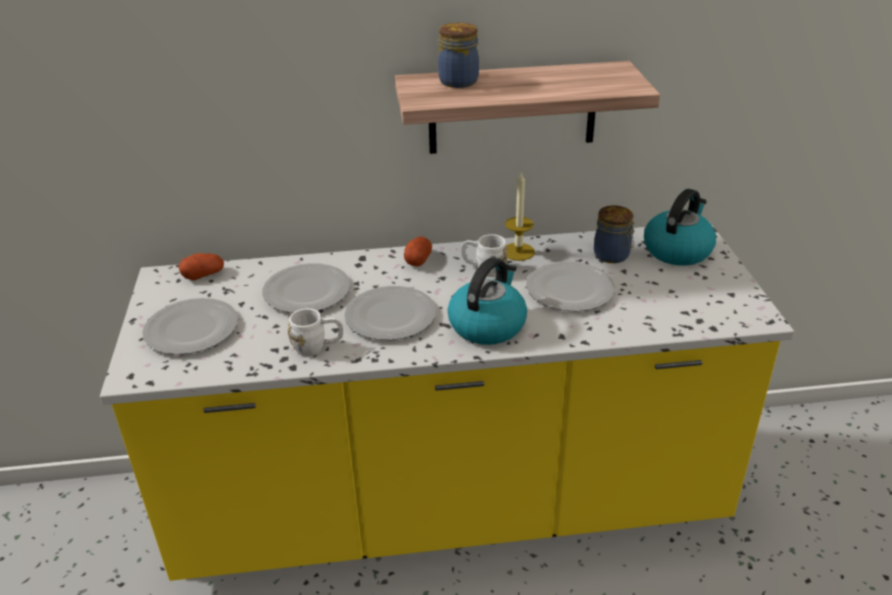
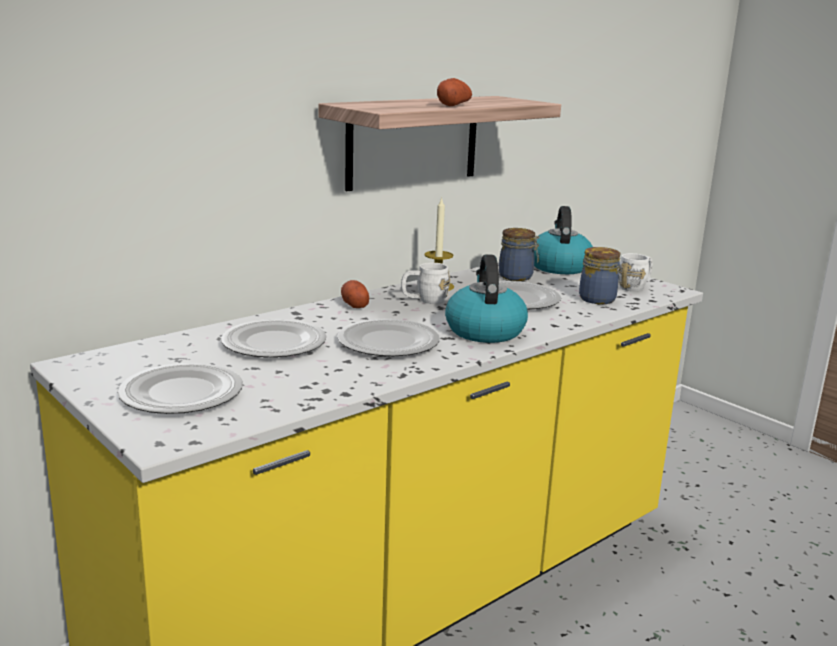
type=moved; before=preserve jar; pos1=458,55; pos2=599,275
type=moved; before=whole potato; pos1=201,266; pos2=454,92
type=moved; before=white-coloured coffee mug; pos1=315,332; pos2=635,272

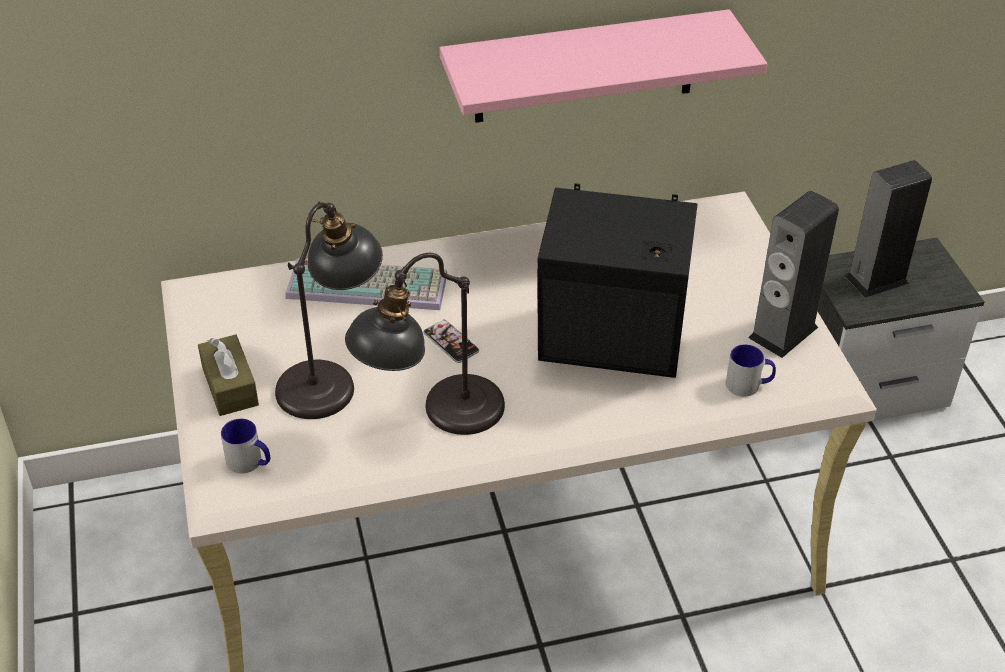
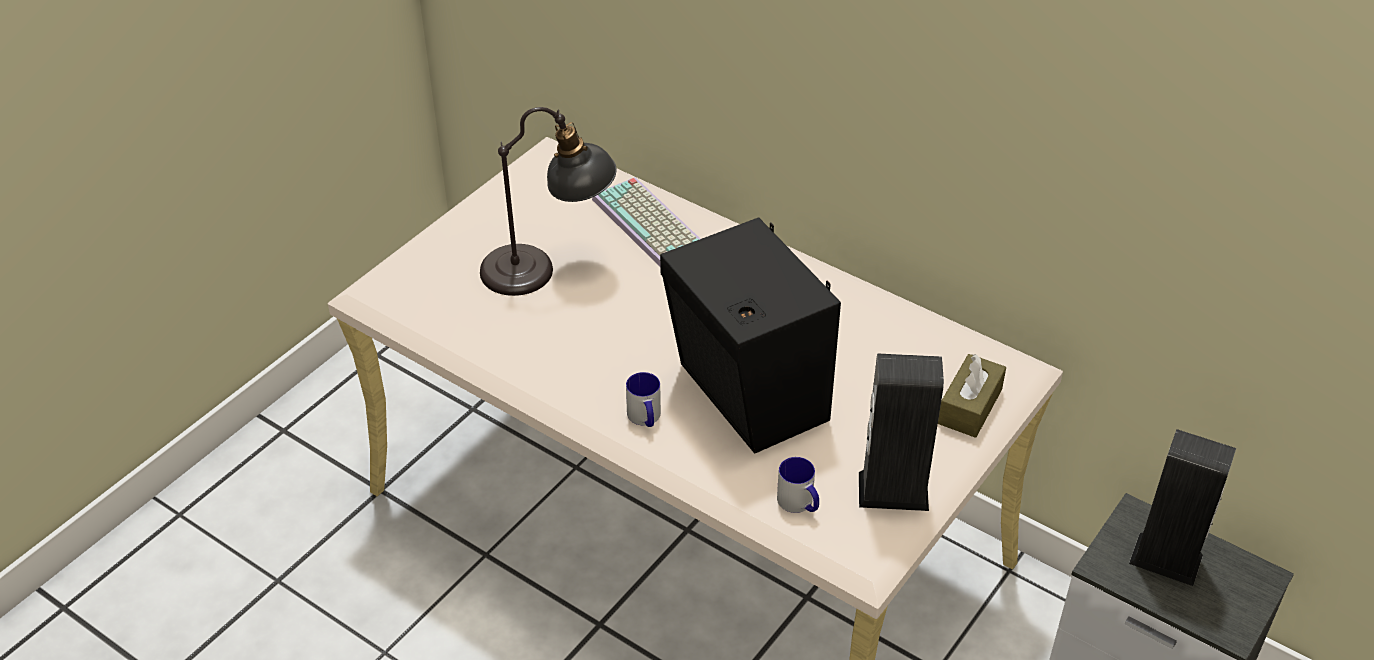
type=removed; before=pink wall shelf; pos1=603,66
type=removed; before=grey table lamp; pos1=425,344
type=removed; before=phone; pos1=451,341
type=moved; before=brown-coloured tissue box; pos1=228,375; pos2=972,396
type=moved; before=coffee mug; pos1=245,446; pos2=643,399

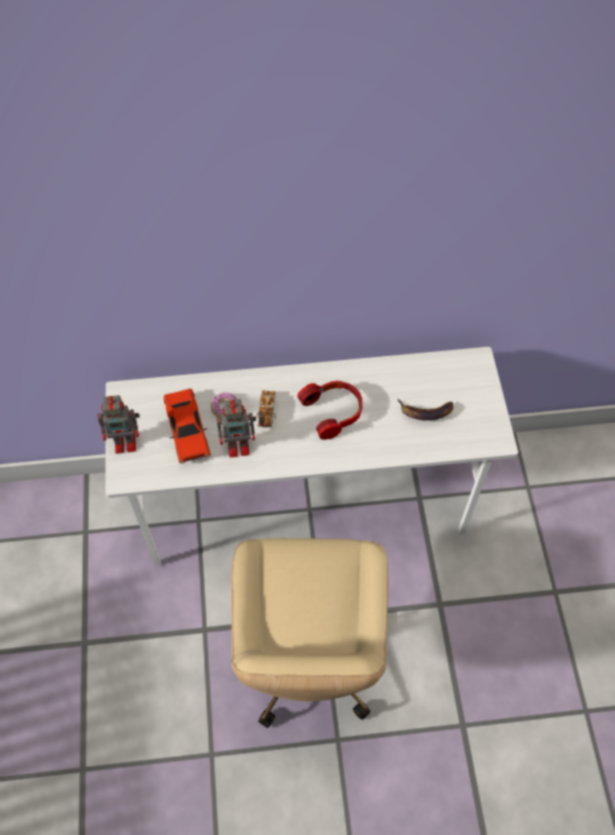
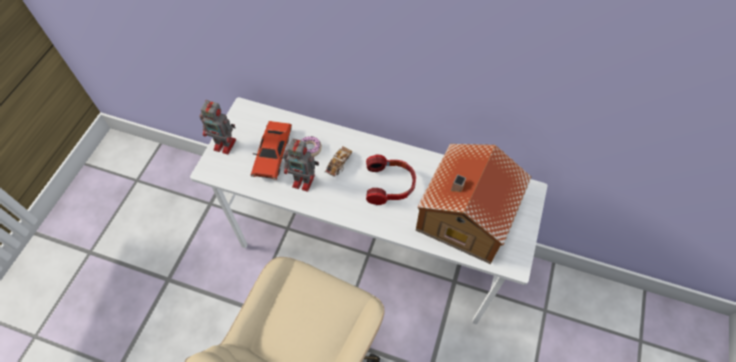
type=replaced; before=whole banana; after=toy house; pos1=426,410; pos2=473,204

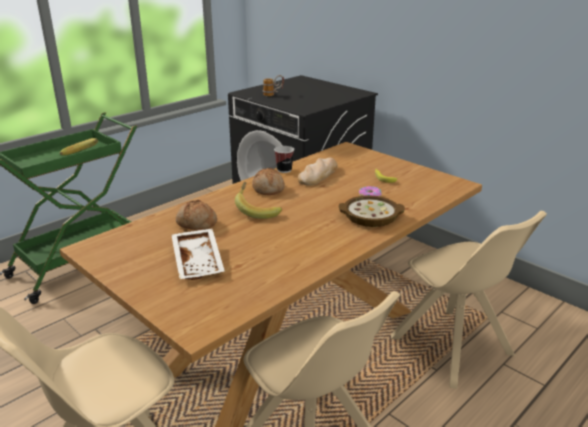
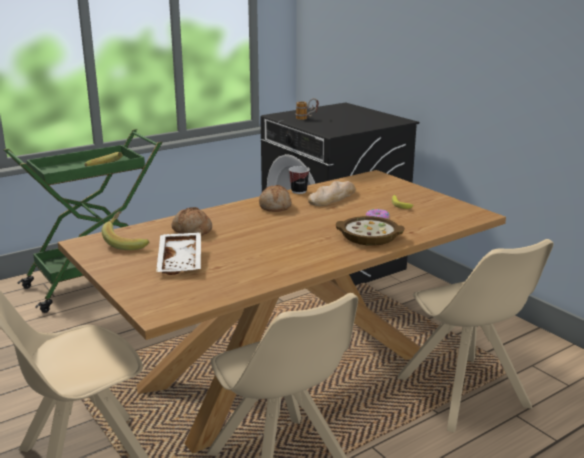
type=moved; before=whole banana; pos1=258,200; pos2=125,230

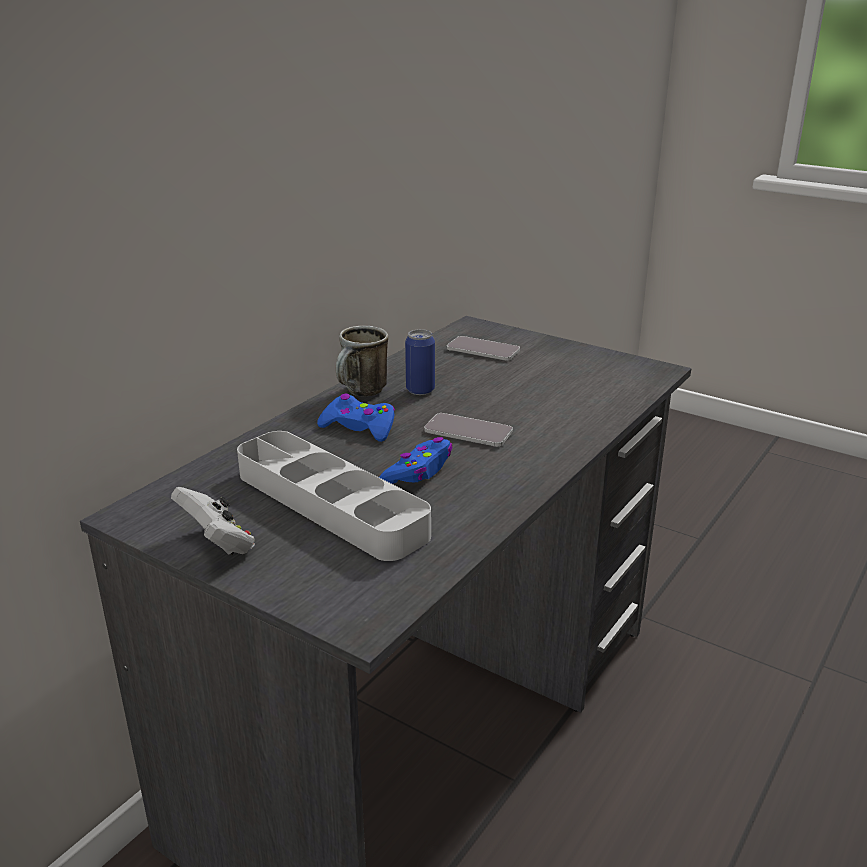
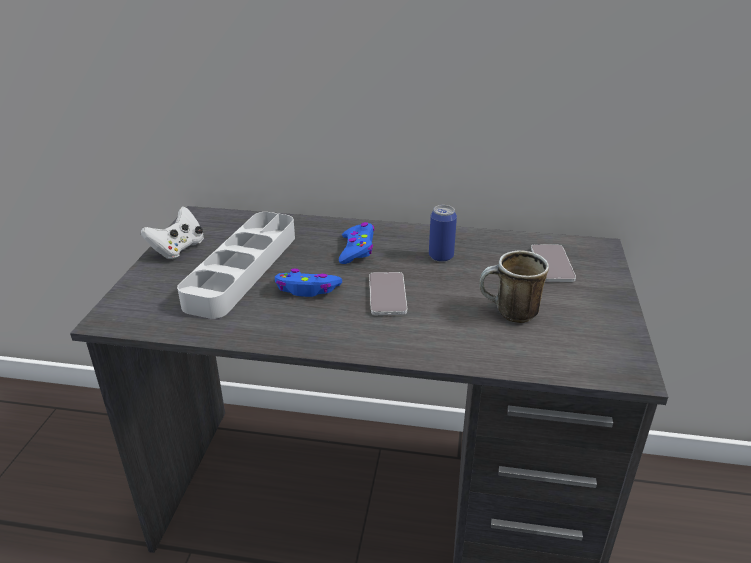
type=moved; before=coffee mug; pos1=361,361; pos2=514,286

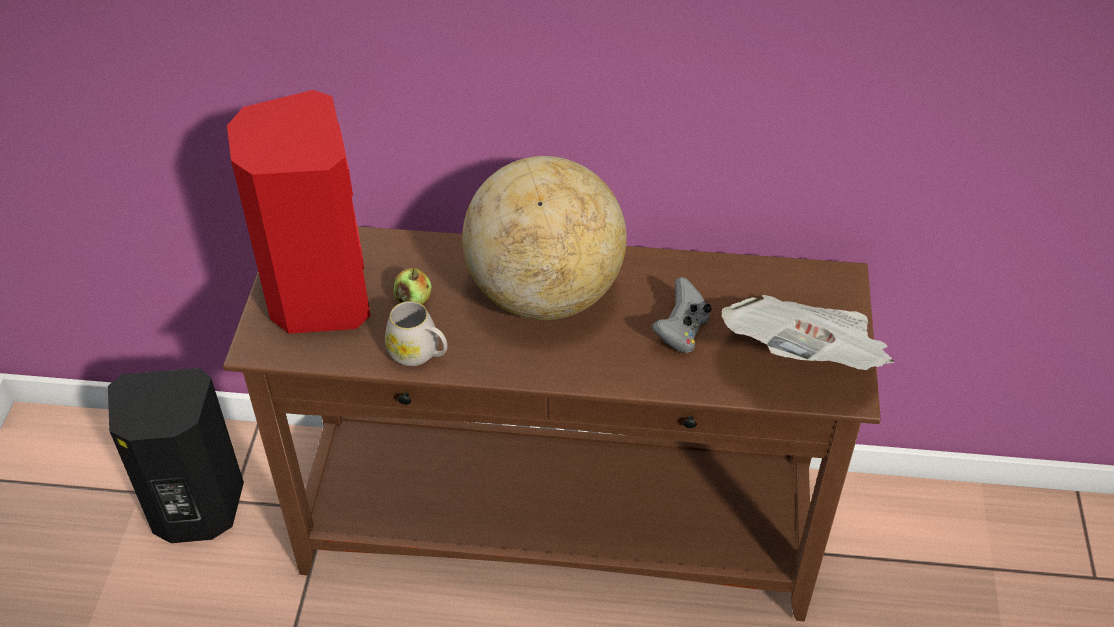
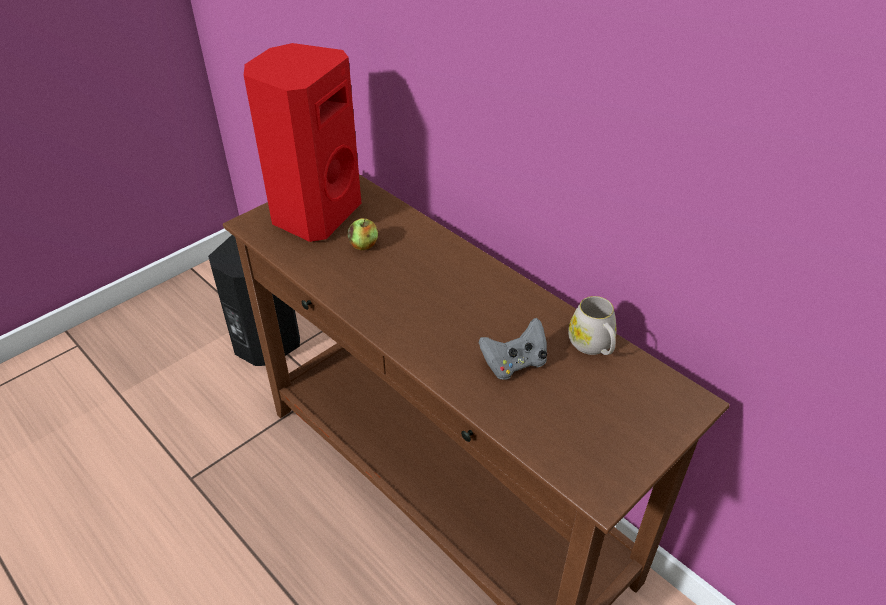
type=removed; before=world globe; pos1=544,238
type=removed; before=printed paper; pos1=807,332
type=moved; before=white-coloured coffee mug; pos1=416,333; pos2=592,325

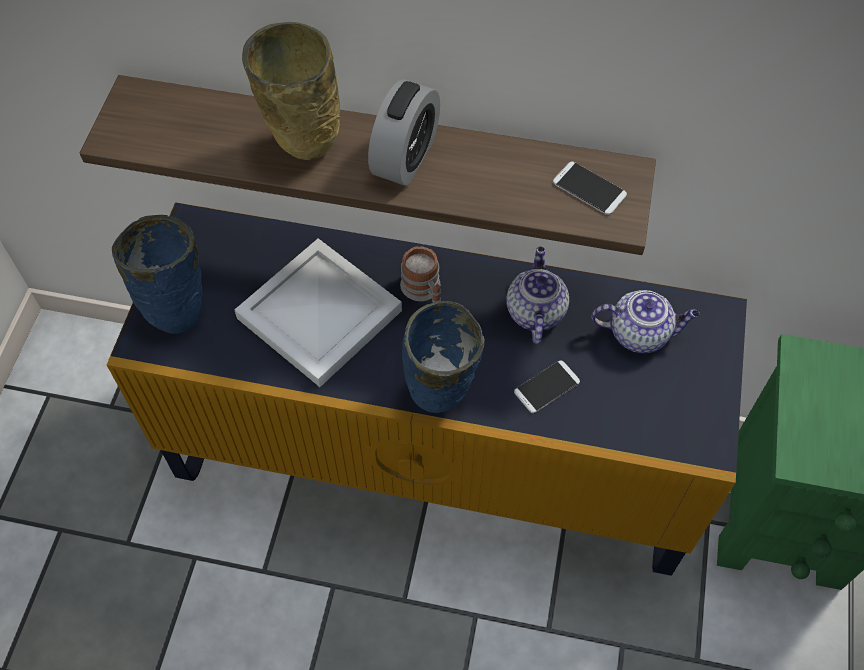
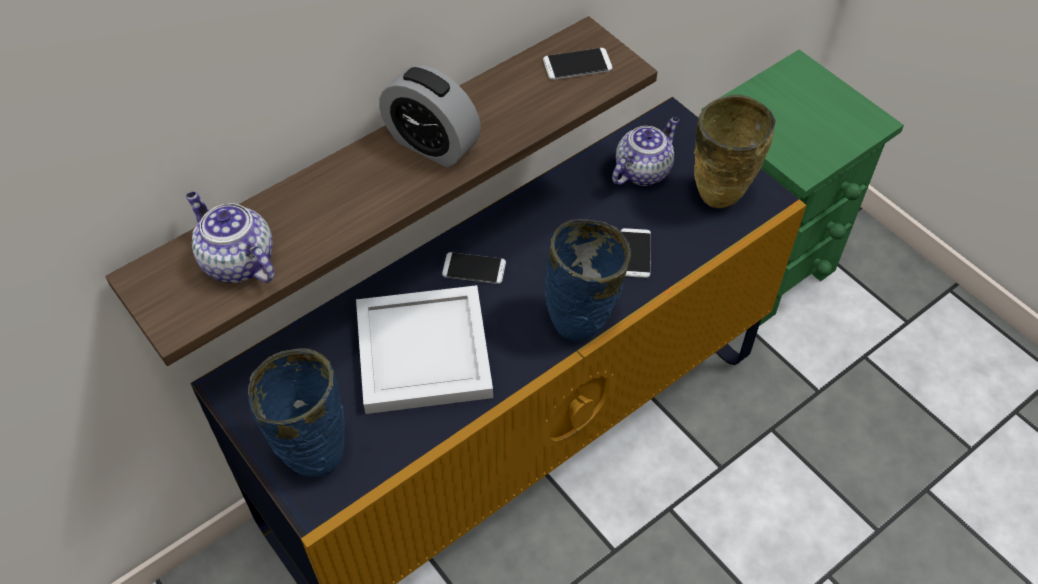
type=moved; before=beige flower vase; pos1=291,91; pos2=735,151
type=turned; before=bedside clock; pos1=404,132; pos2=430,116; turn=150
type=moved; before=tea pot; pos1=537,295; pos2=230,237
type=replaced; before=coffee mug; after=phone; pos1=420,275; pos2=474,268

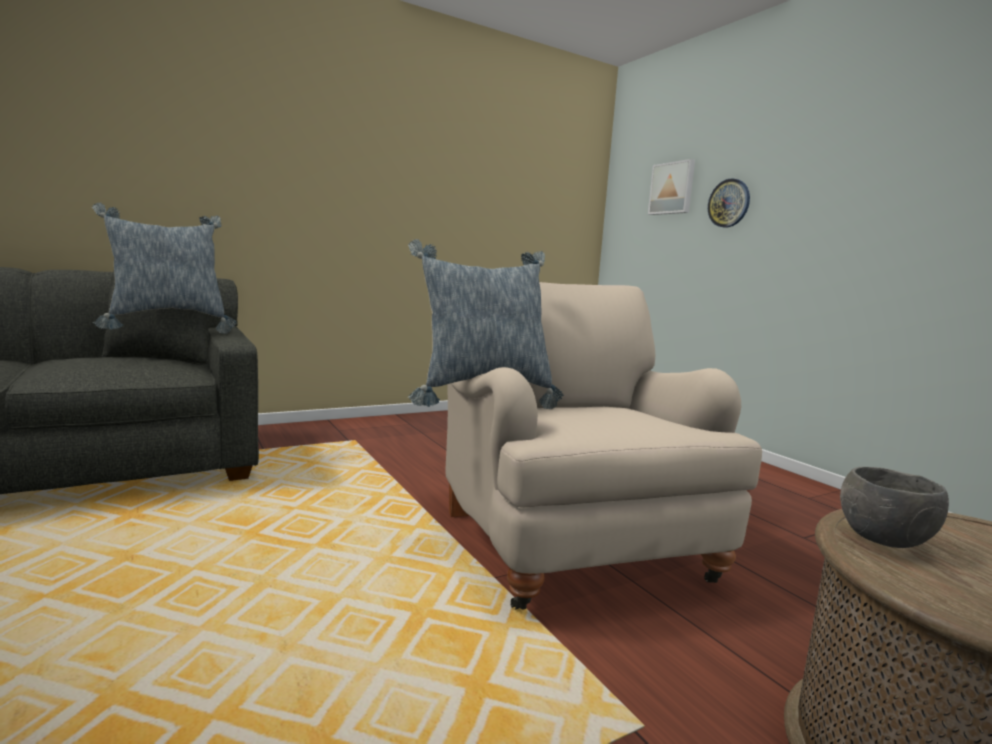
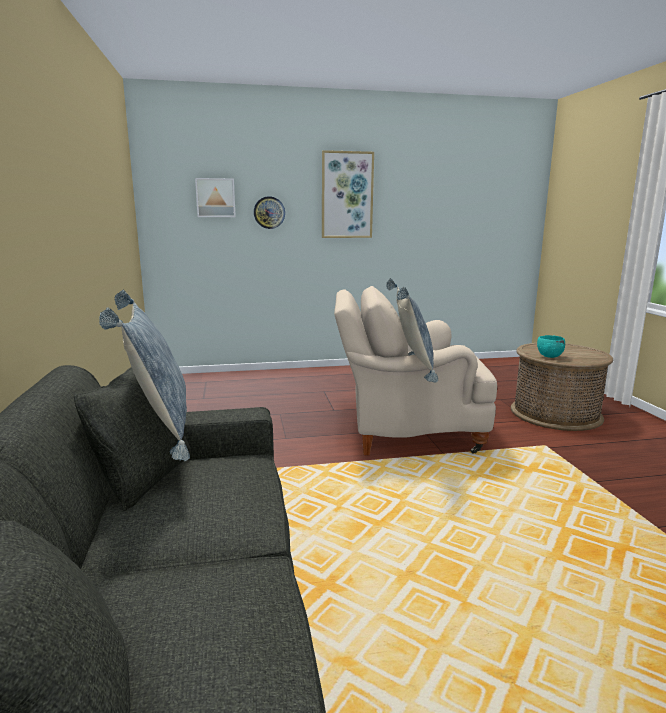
type=recoloured; before=grey deep dish; after=blue-green deep dish; pos1=894,507; pos2=551,346
type=added; after=picture; pos2=348,194

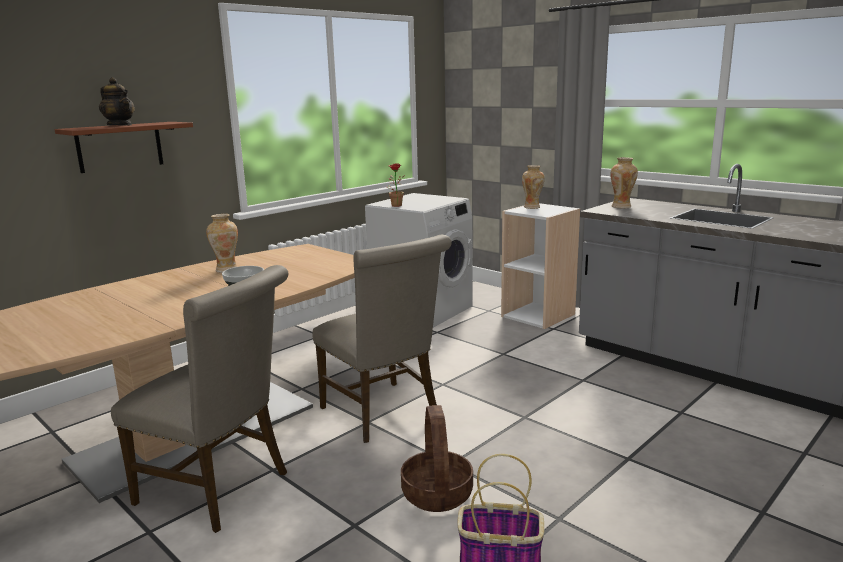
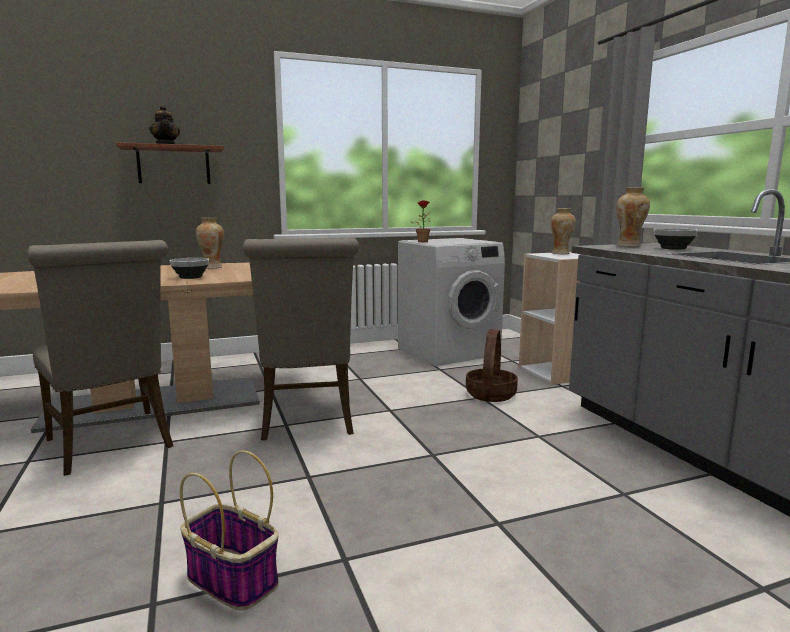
type=moved; before=storage basket; pos1=437,458; pos2=492,365
type=added; after=deep dish; pos2=676,239

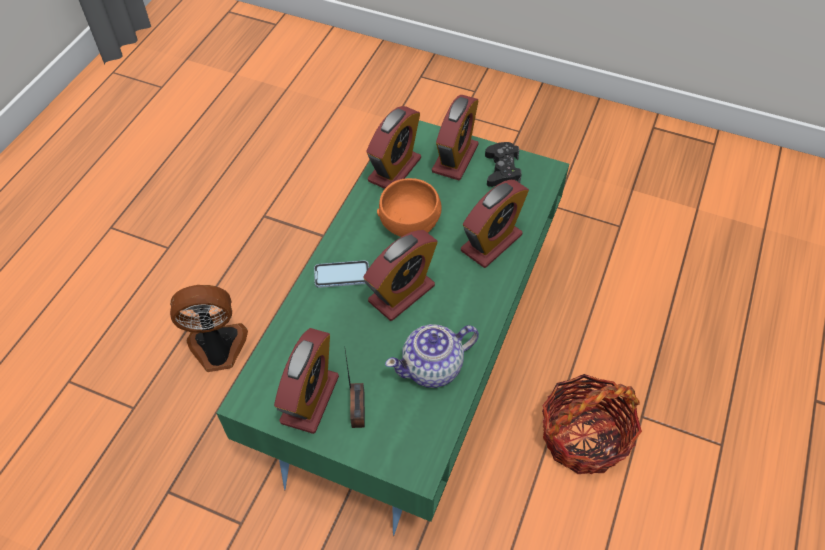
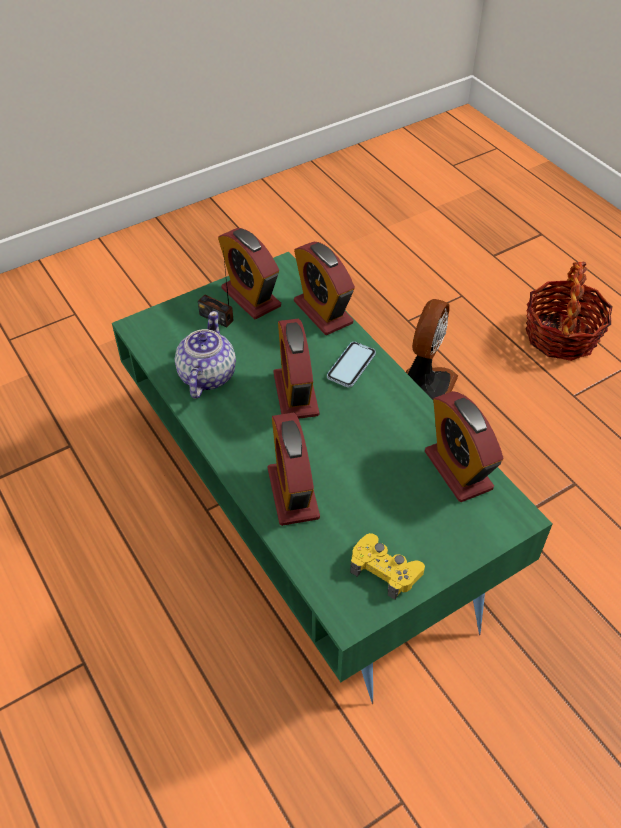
type=moved; before=bedside clock; pos1=455,137; pos2=324,288
type=recoloured; before=black joypad; after=yellow joypad; pos1=503,164; pos2=387,566
type=removed; before=orange-coloured deep dish; pos1=409,207
type=moved; before=storage basket; pos1=592,424; pos2=569,311

